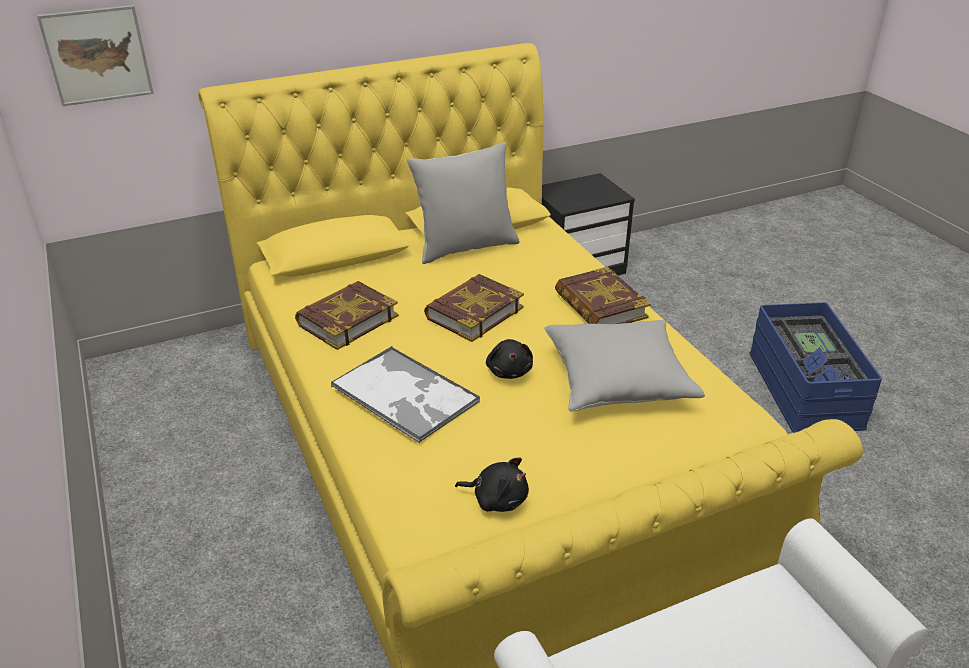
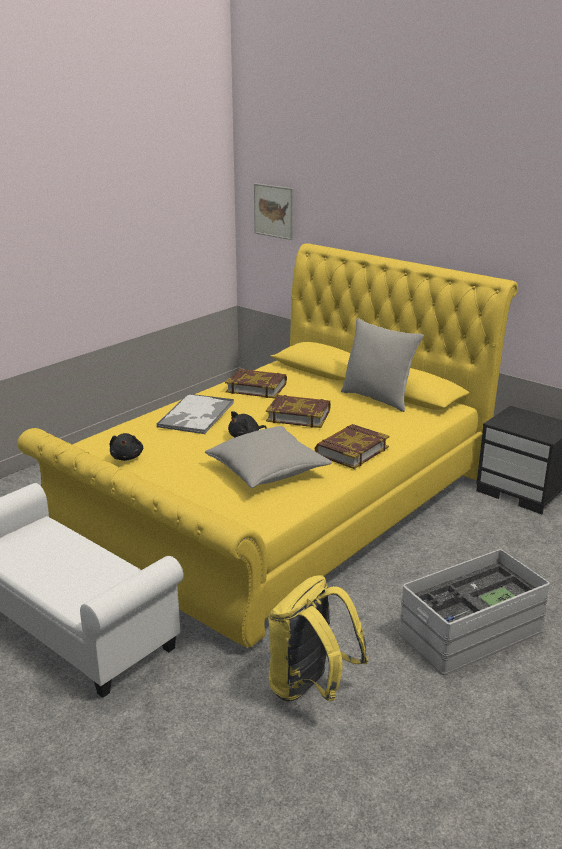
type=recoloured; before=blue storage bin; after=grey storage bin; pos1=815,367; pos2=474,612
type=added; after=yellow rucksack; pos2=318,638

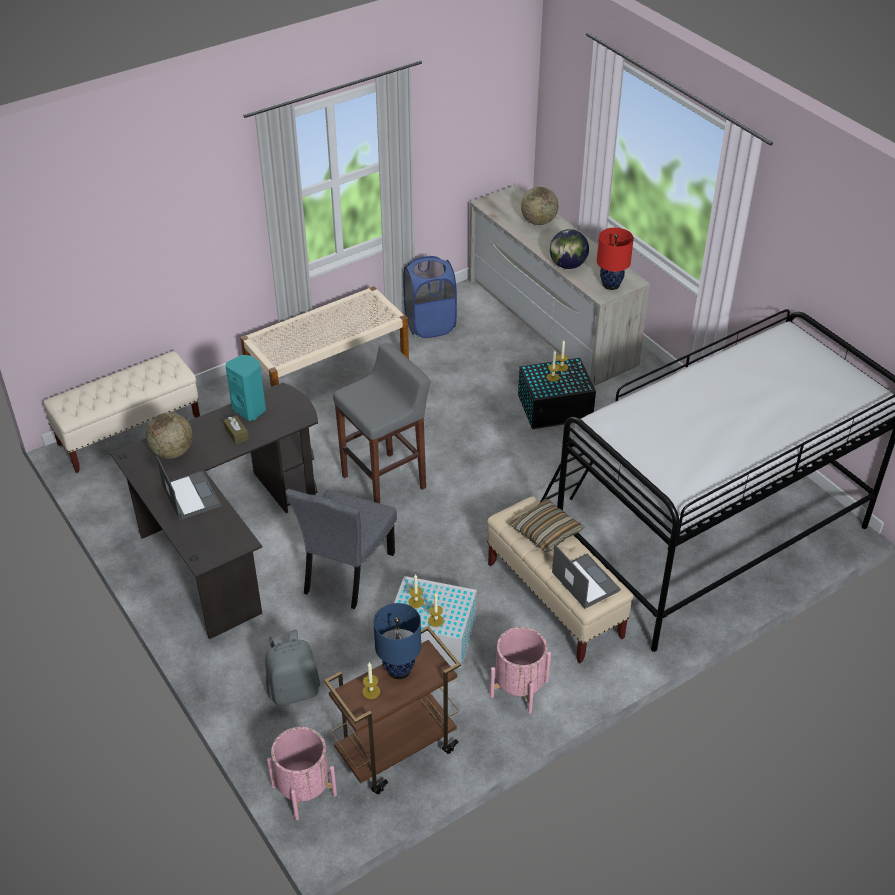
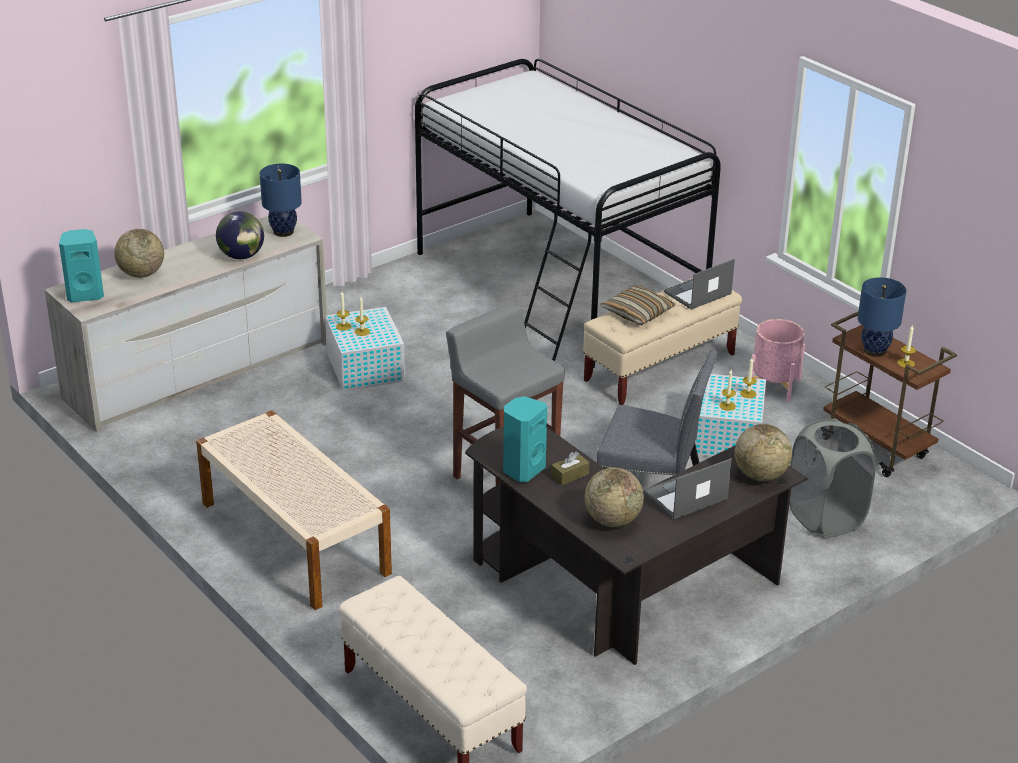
type=recoloured; before=reddish table lamp; after=blue table lamp; pos1=615,259; pos2=281,200
type=removed; before=blue washing basket; pos1=430,297
type=recoloured; before=black storage bin; after=white-coloured storage bin; pos1=557,393; pos2=365,349
type=replaced; before=grey rucksack; after=grey washing basket; pos1=292,668; pos2=832,477
type=removed; before=pink planter; pos1=302,773
type=added; after=blue-green speaker; pos2=81,265
type=added; after=world globe; pos2=763,452

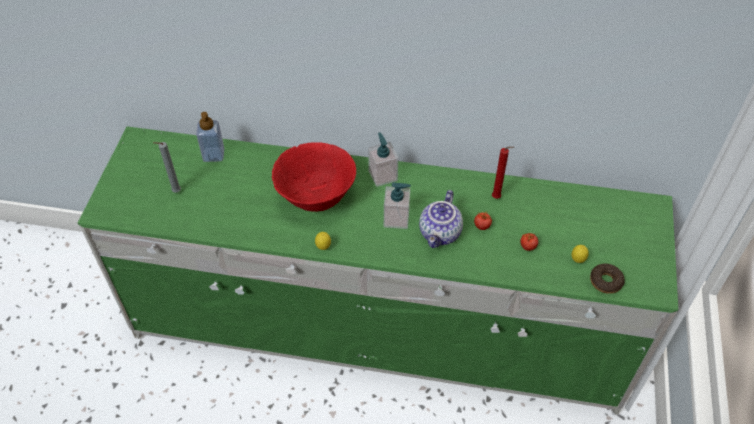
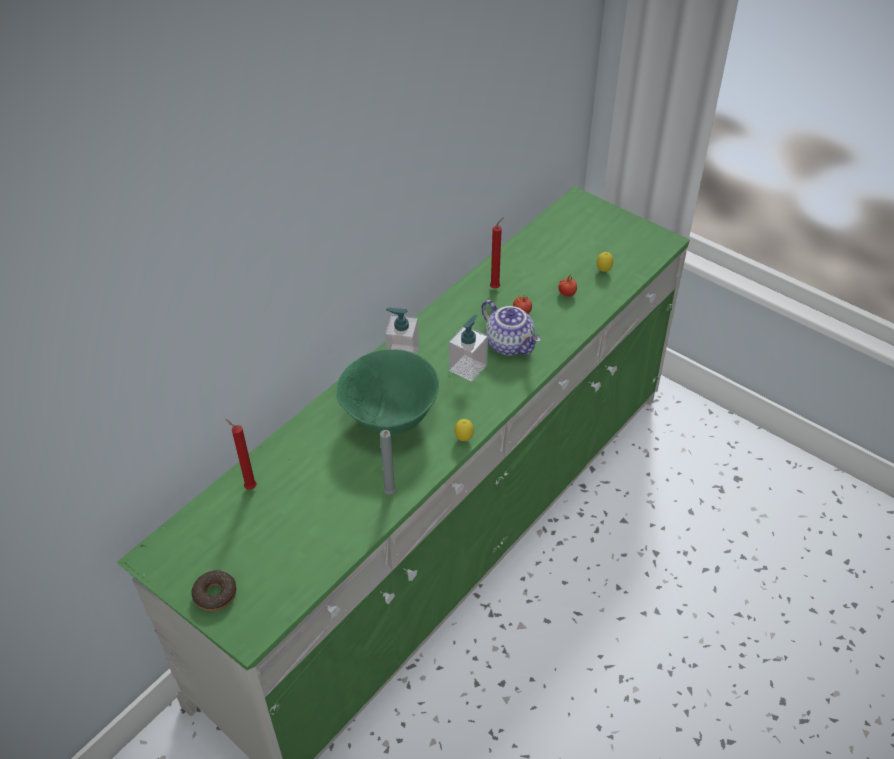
type=replaced; before=soap dispenser; after=reddish wax candle; pos1=210,137; pos2=241,454
type=moved; before=grey wax candle; pos1=167,167; pos2=388,462
type=recoloured; before=reddish deep dish; after=greenish deep dish; pos1=314,177; pos2=387,391
type=moved; before=doughnut; pos1=607,279; pos2=213,590

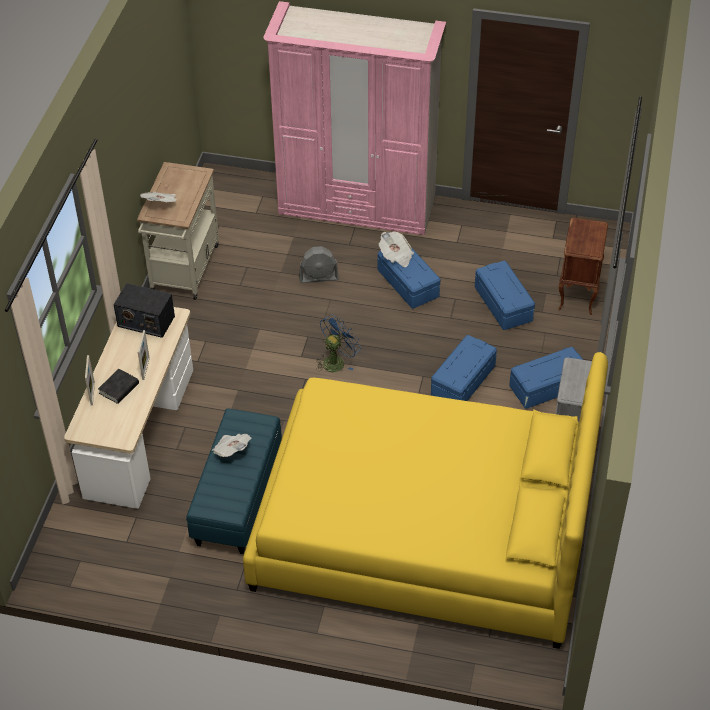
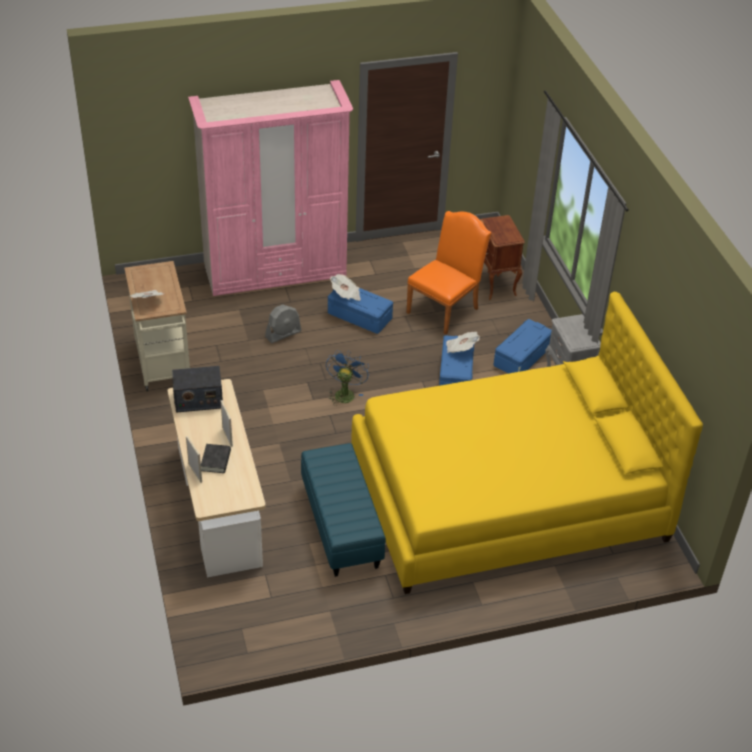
type=replaced; before=blue storage bin; after=orange-coloured chair; pos1=505,295; pos2=449,273
type=moved; before=printed paper; pos1=231,445; pos2=463,342

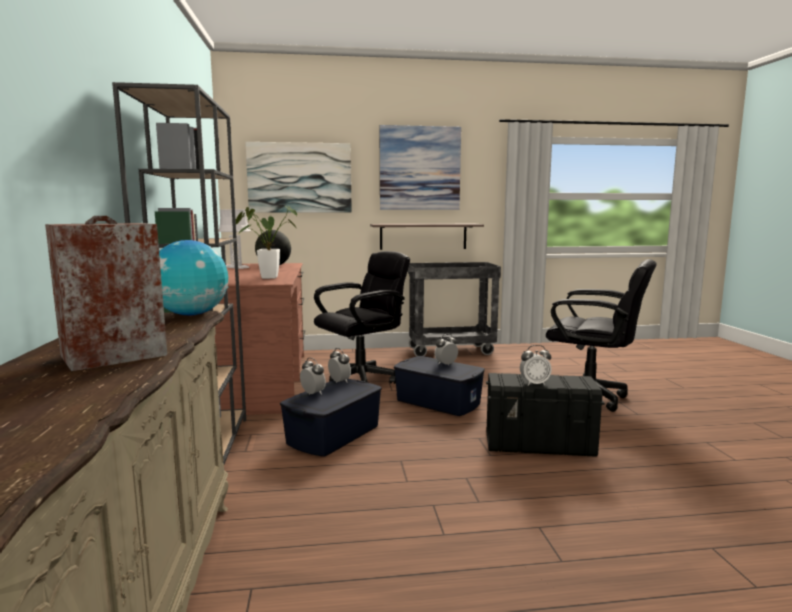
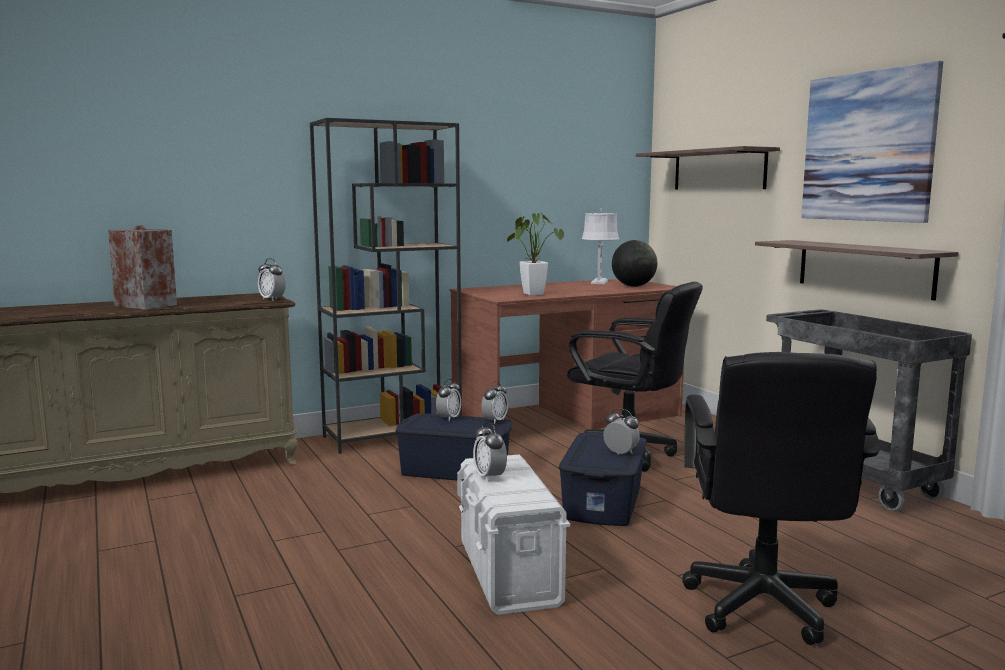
type=replaced; before=picture; after=wall shelf; pos1=298,177; pos2=708,167
type=replaced; before=world globe; after=bedside clock; pos1=194,277; pos2=272,279
type=recoloured; before=black storage bin; after=white-coloured storage bin; pos1=545,415; pos2=513,535

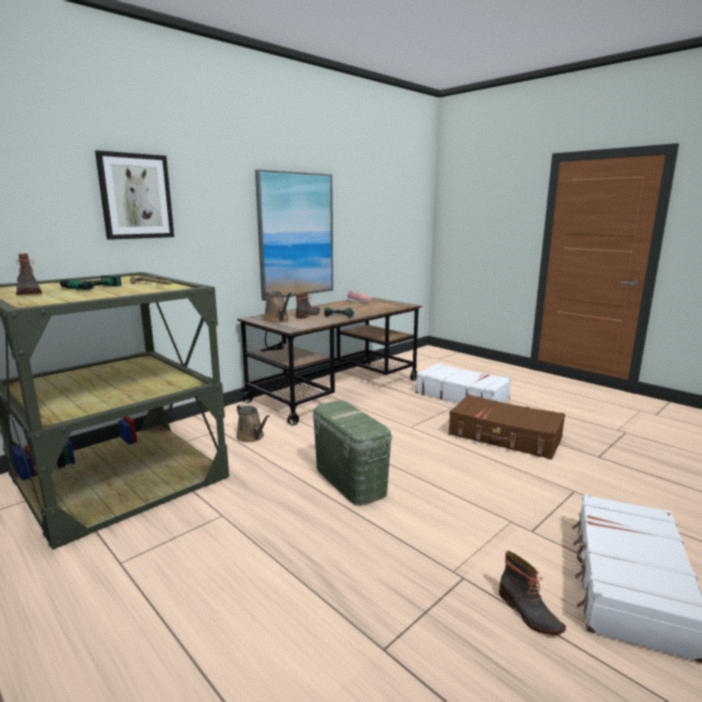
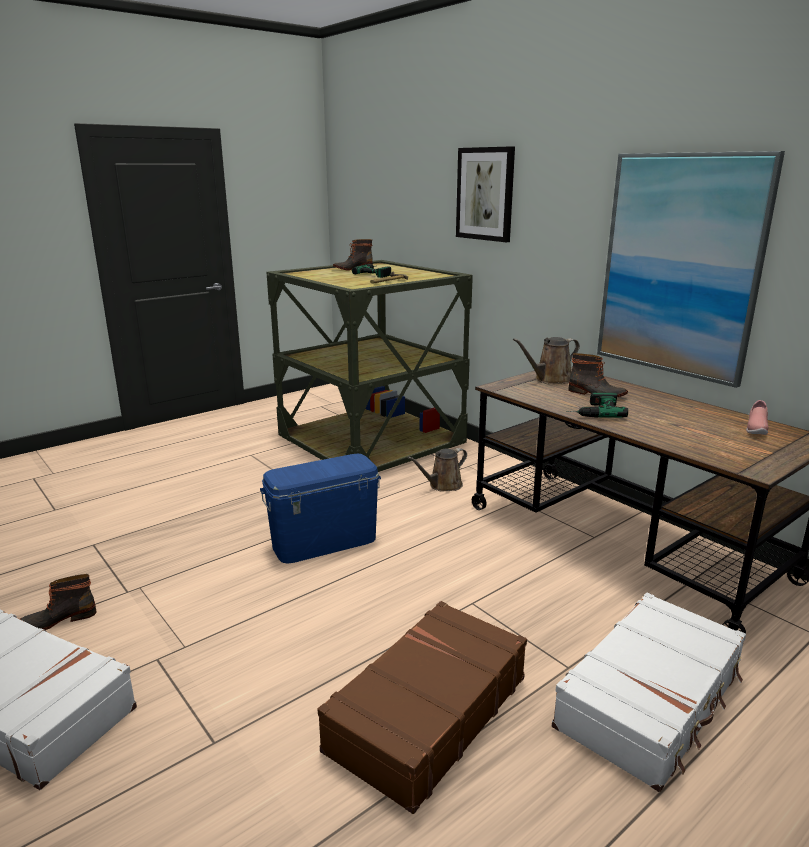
type=recoloured; before=greenish storage bin; after=blue storage bin; pos1=352,453; pos2=320,509

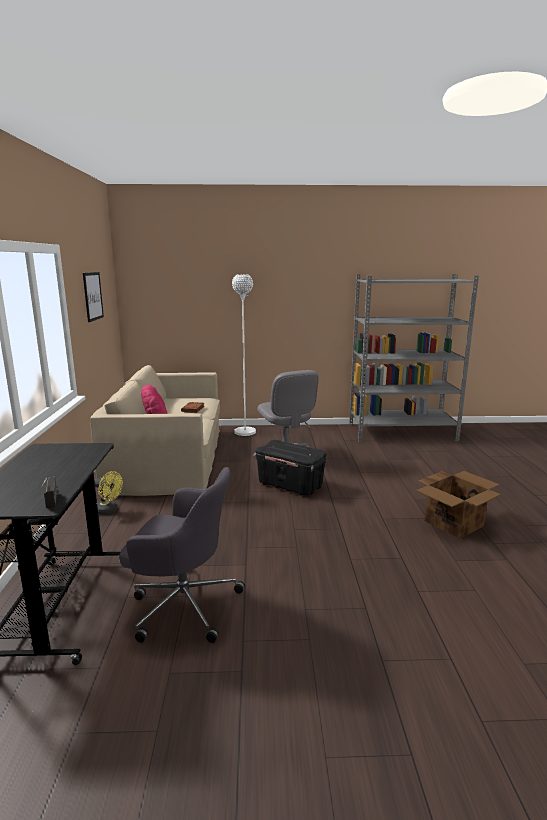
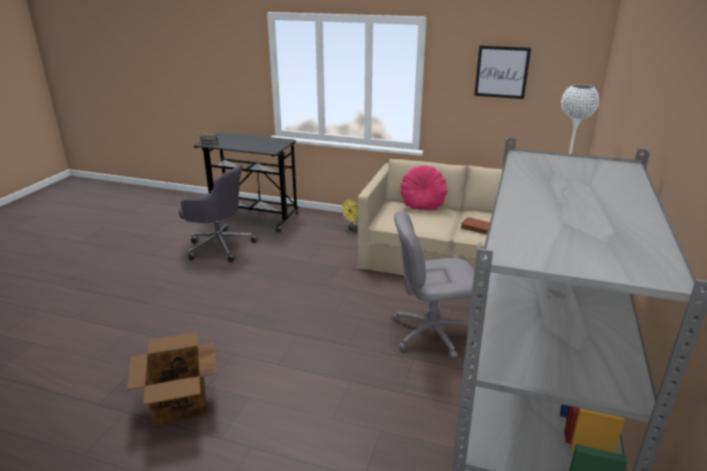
type=removed; before=black storage bin; pos1=291,468
type=turned; before=grey computer chair; pos1=182,555; pos2=218,212; turn=-105

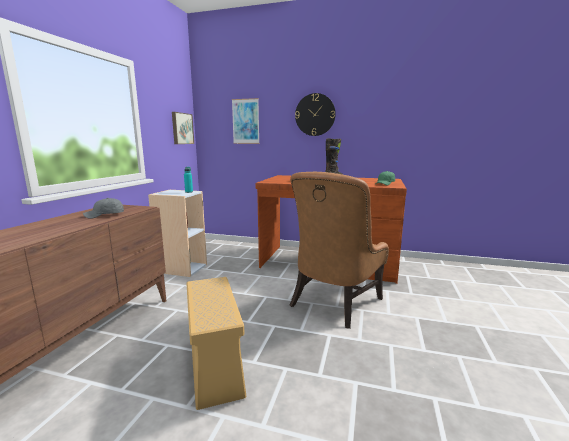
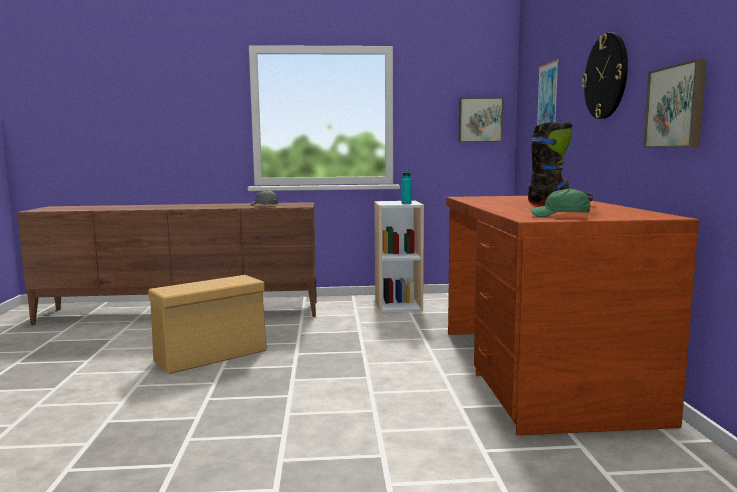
type=removed; before=brown-coloured chair; pos1=339,250
type=added; after=picture; pos2=675,103

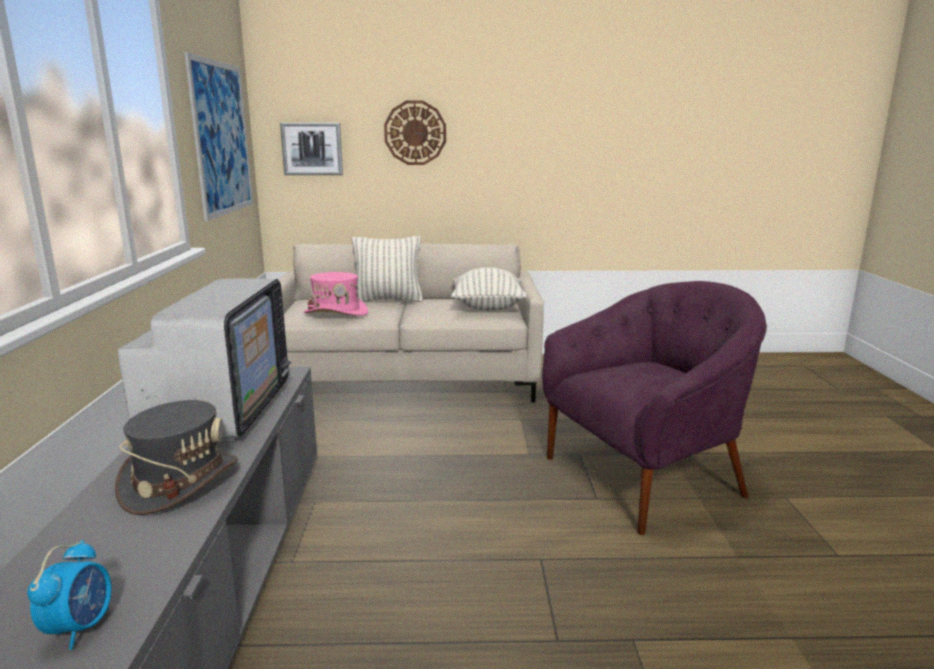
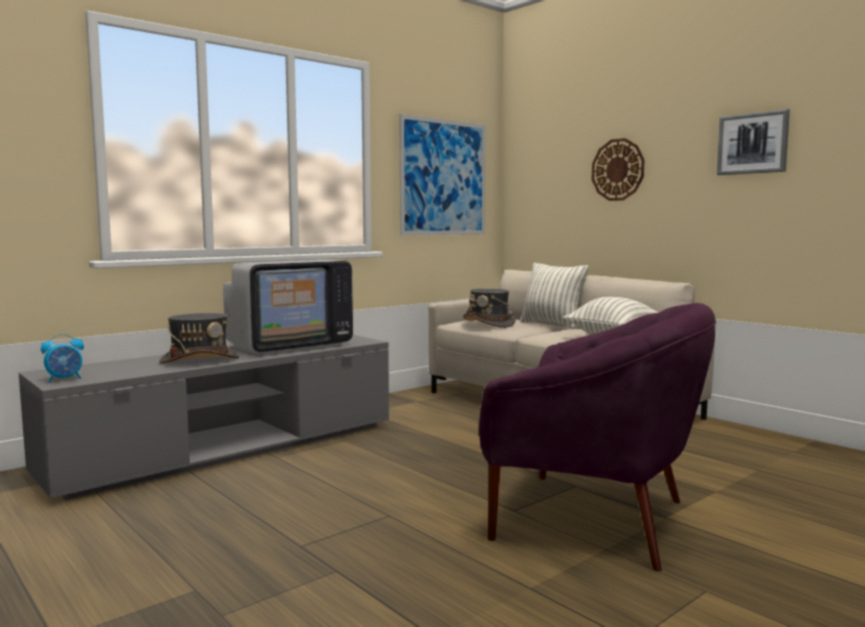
type=moved; before=picture; pos1=311,148; pos2=753,142
type=recoloured; before=pink clothing hat; after=grey clothing hat; pos1=336,294; pos2=489,308

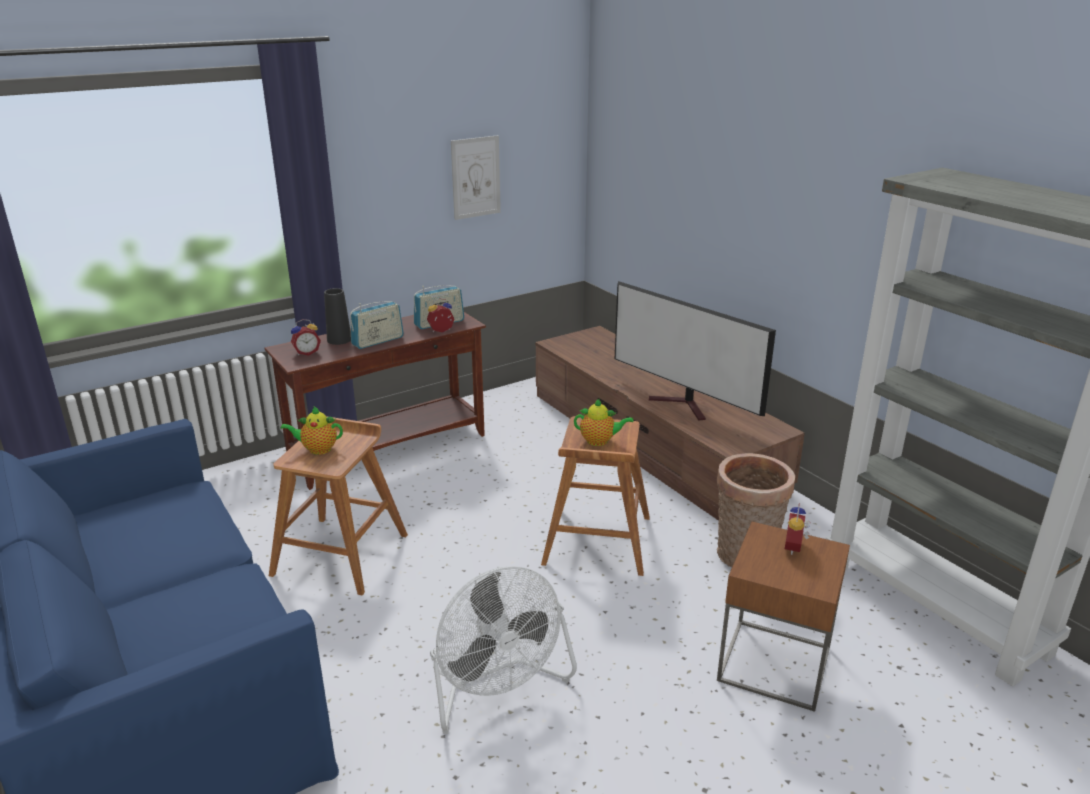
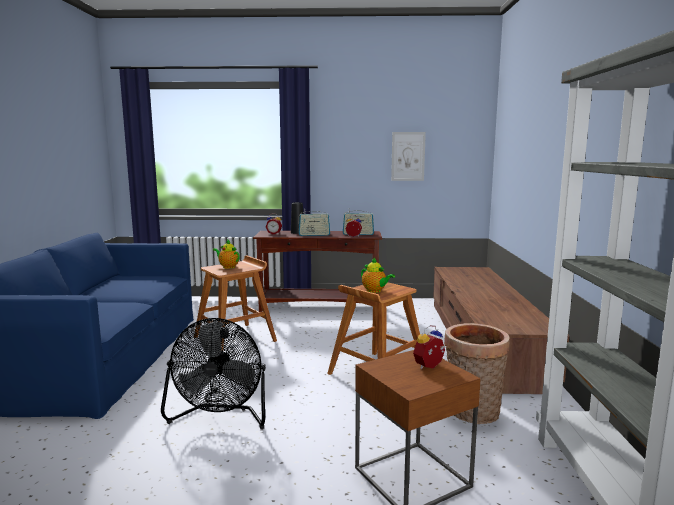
type=removed; before=TV; pos1=695,350
type=recoloured; before=white-coloured electric fan; after=black electric fan; pos1=503,650; pos2=213,373

